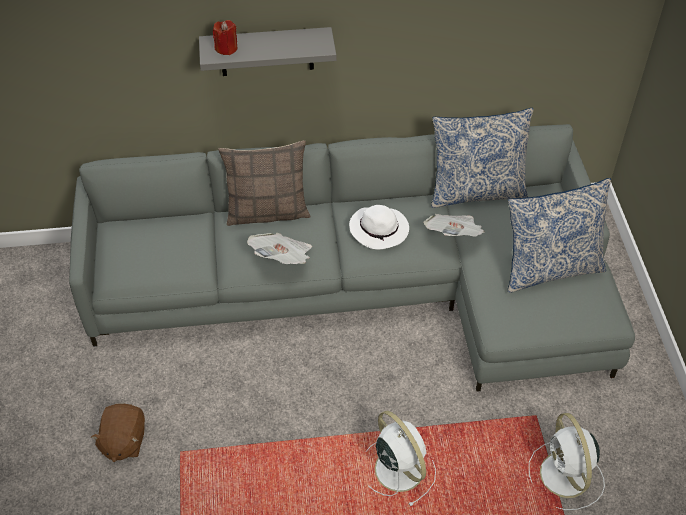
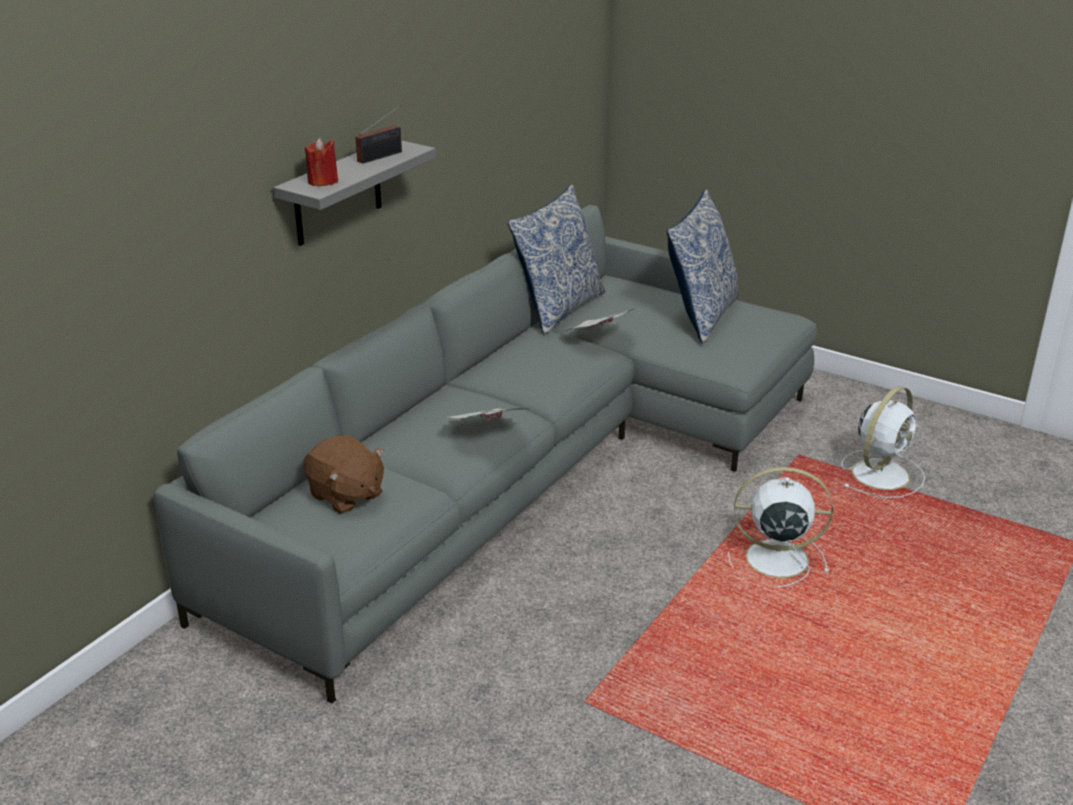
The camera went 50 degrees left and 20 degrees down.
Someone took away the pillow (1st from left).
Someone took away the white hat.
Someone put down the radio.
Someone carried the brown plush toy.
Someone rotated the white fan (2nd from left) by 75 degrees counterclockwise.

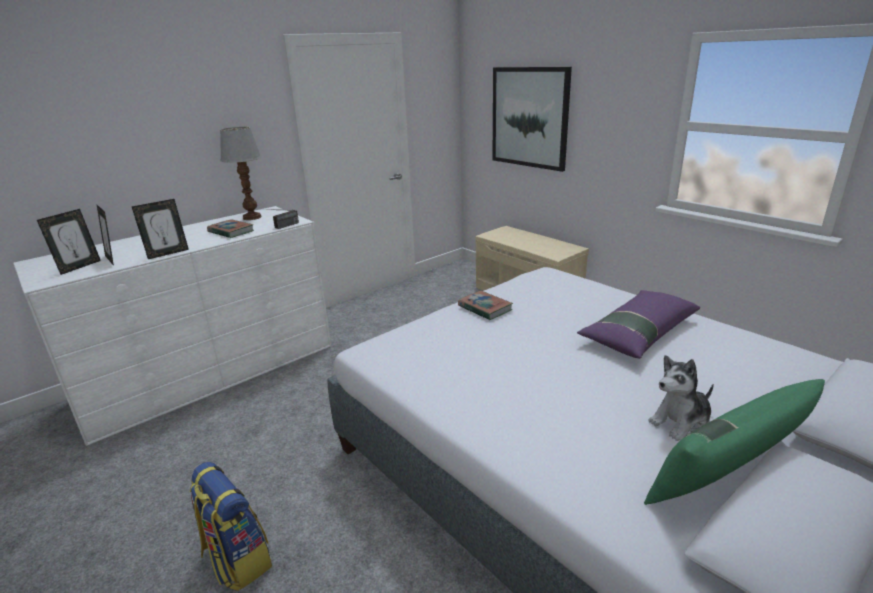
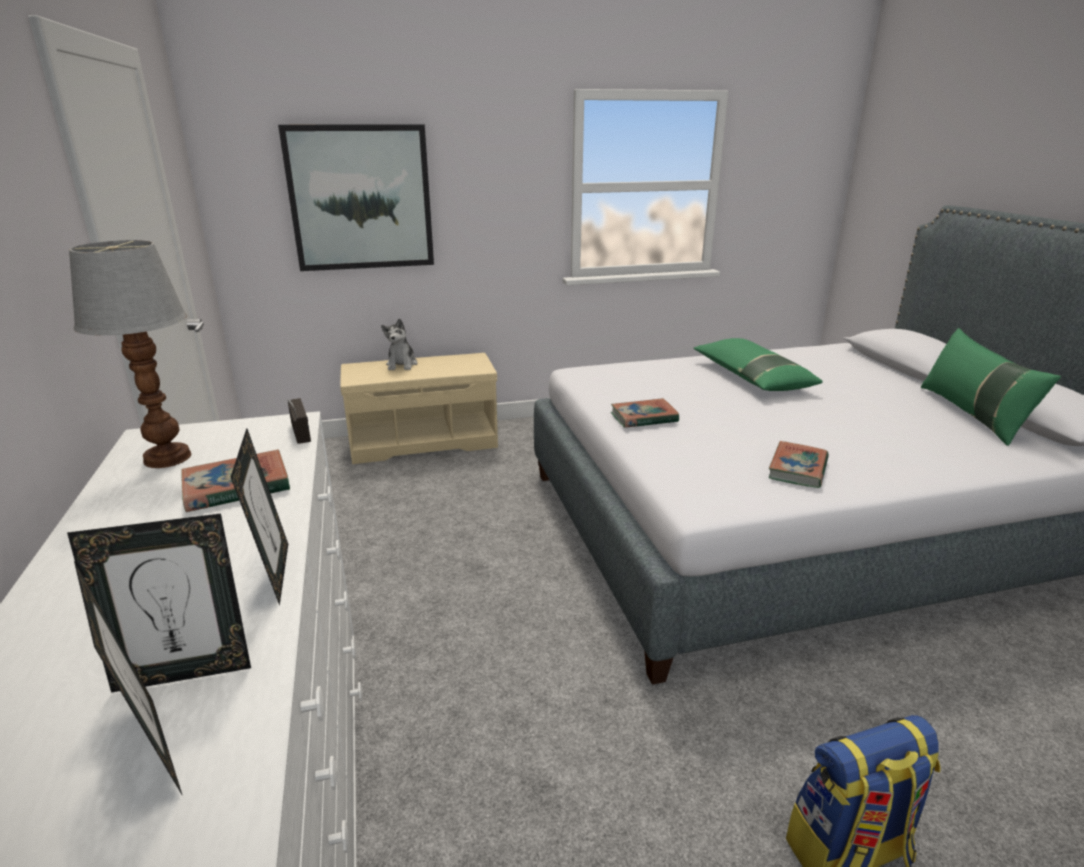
The camera went 65 degrees left and 0 degrees up.
Someone put down the book (3rd from left).
Someone carried the plush toy.
Someone repainted the purple pillow, which became the green pillow (1st from left).

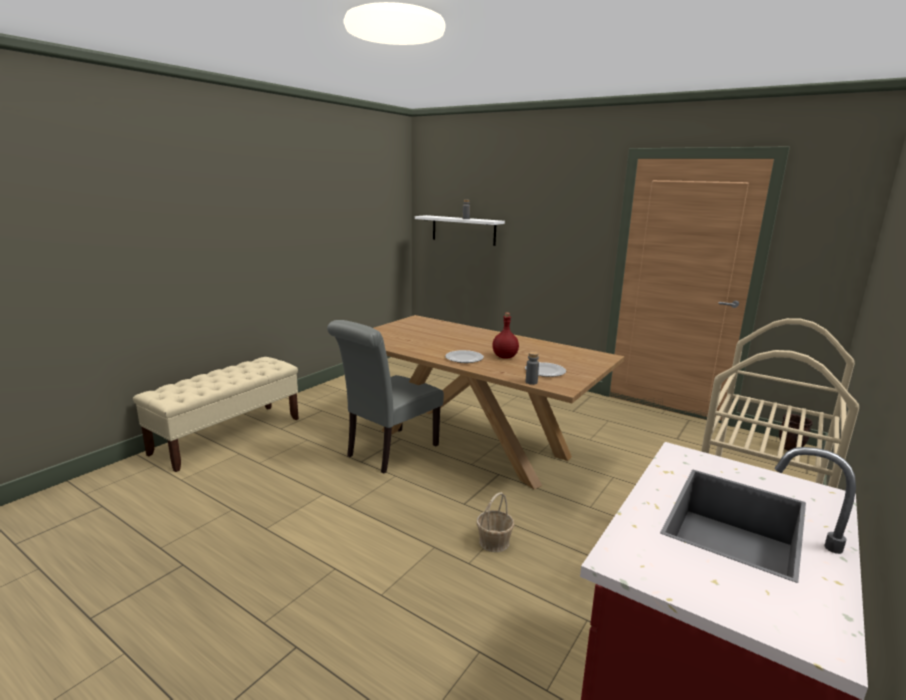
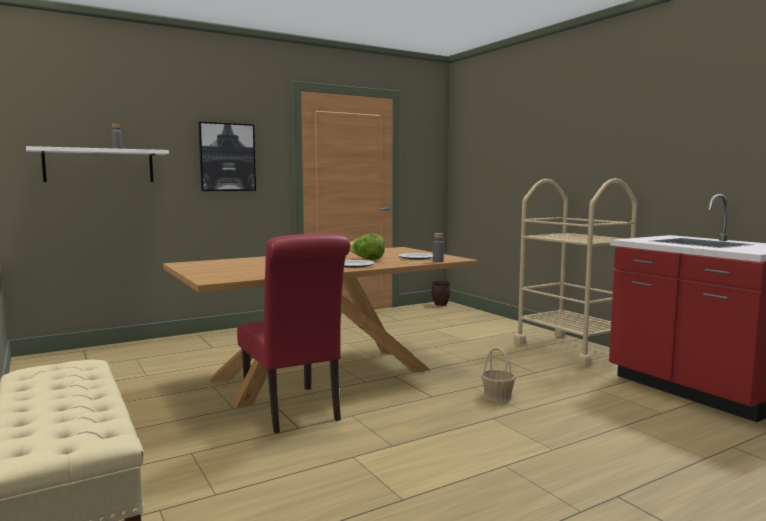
The camera went 65 degrees left and 10 degrees down.
Someone put up the picture.
Someone swapped the red bottle for the lettuce.
Someone repainted the grey chair, which became the red chair.

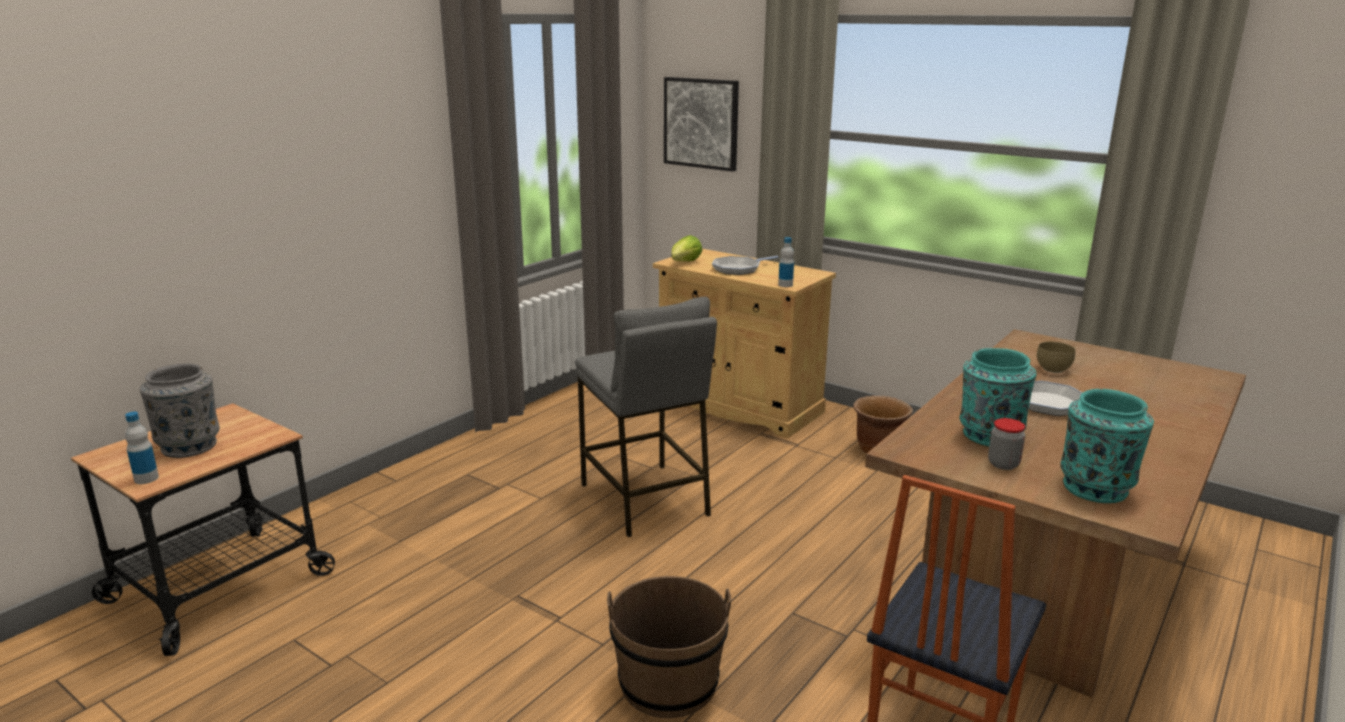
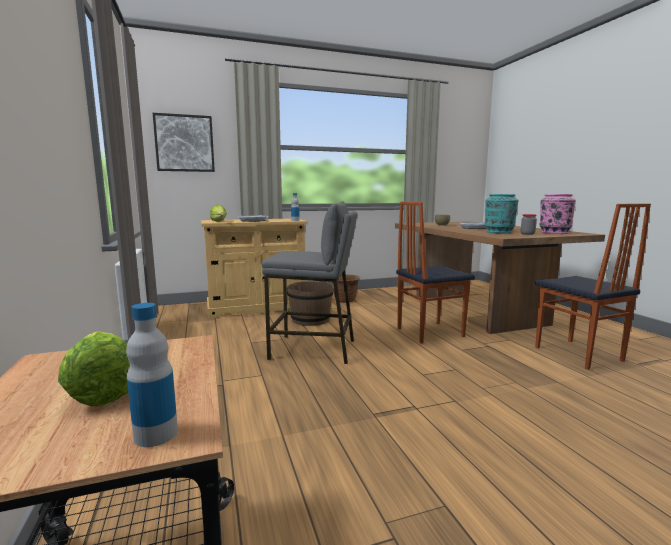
The camera went 55 degrees left and 10 degrees down.
Someone put down the chair (1st from left).
Someone carried the brown bucket.
Someone swapped the grey vase for the lettuce (1st from left).
Someone repainted the turquoise vase (2nd from left), which became the pink vase.

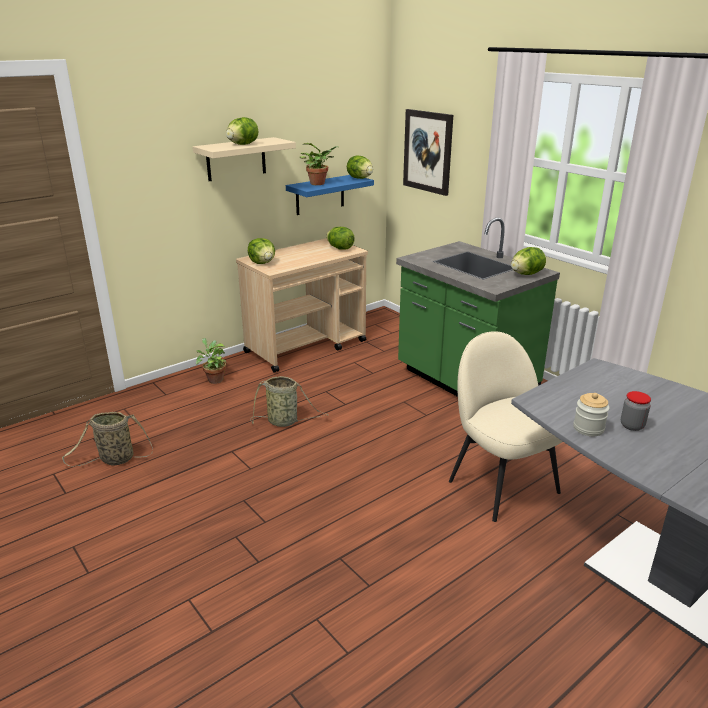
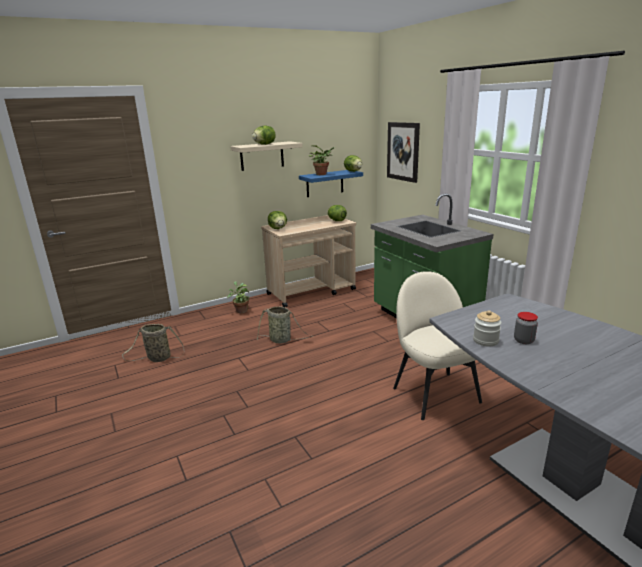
The camera went 10 degrees right and 5 degrees down.
Someone took away the lettuce (5th from left).

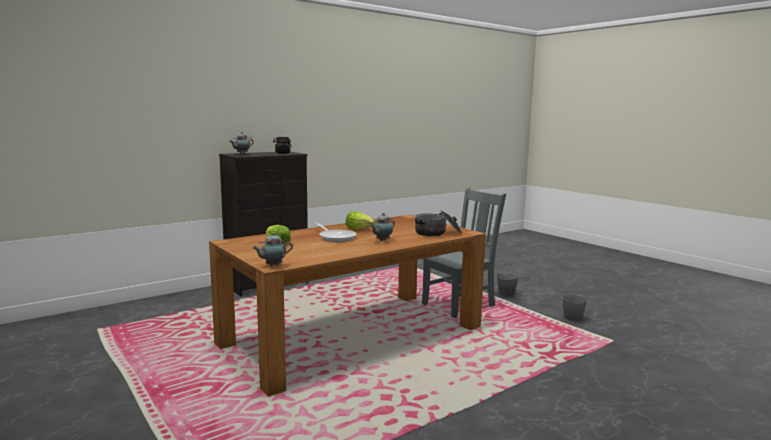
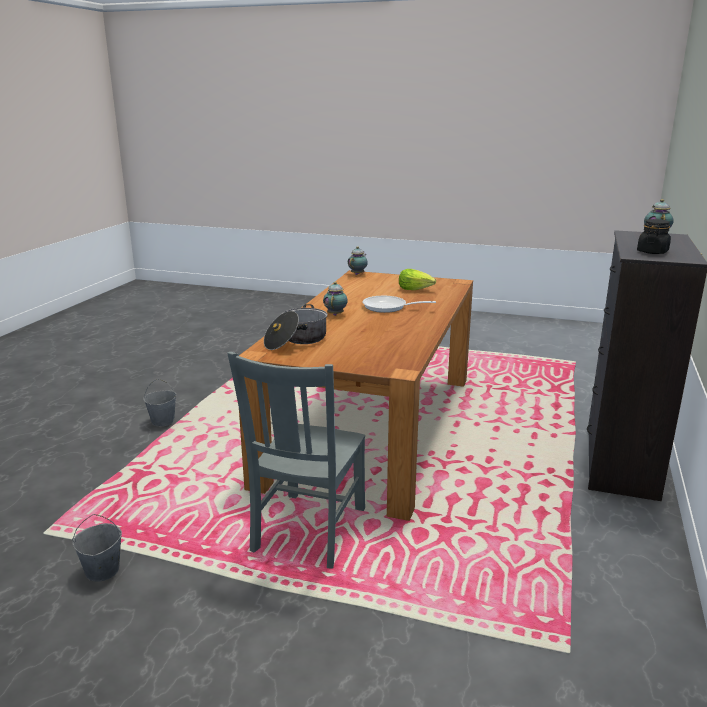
The camera went 145 degrees right and 10 degrees up.
Someone took away the lettuce (2nd from left).
Someone carried the grey bucket (1st from left in the first image).

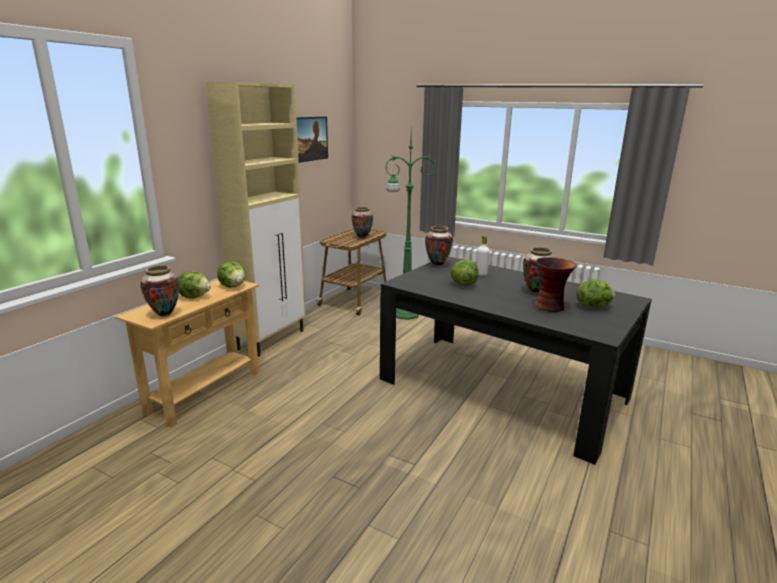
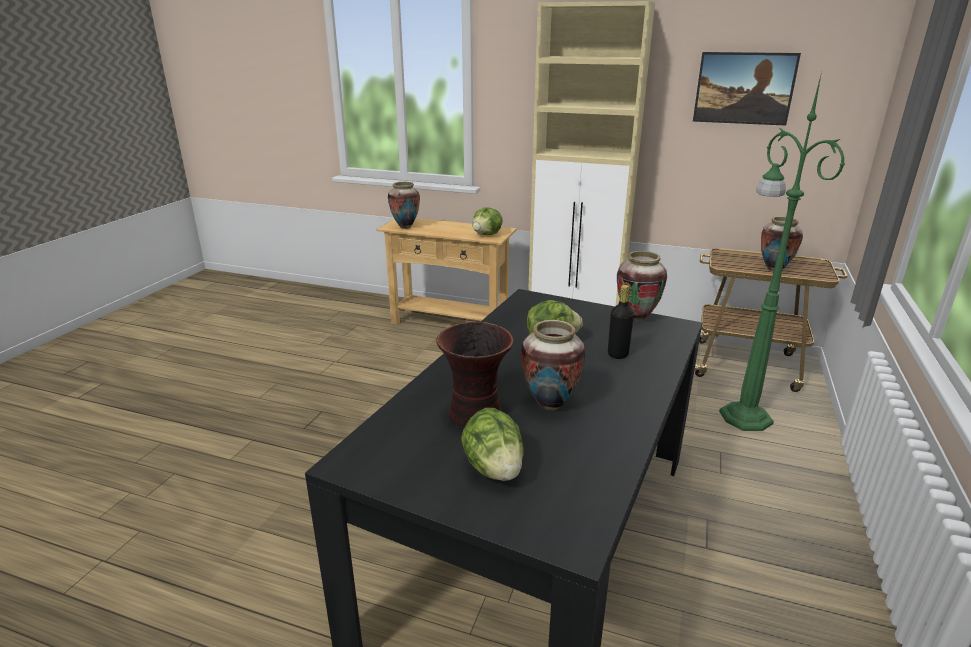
The camera went 80 degrees right and 5 degrees up.
Someone took away the lettuce (1st from left).
Someone repainted the white bottle, which became the black bottle.

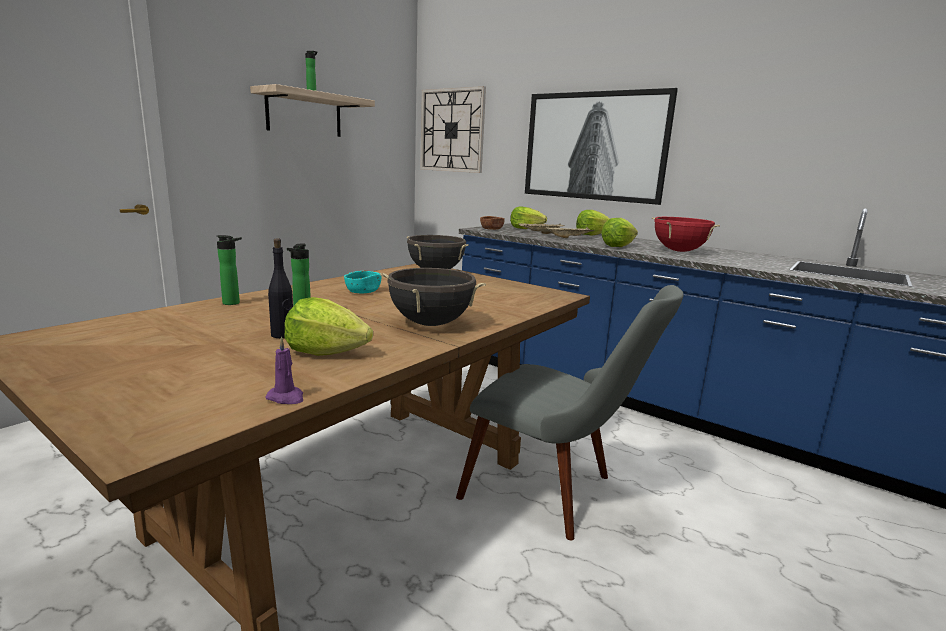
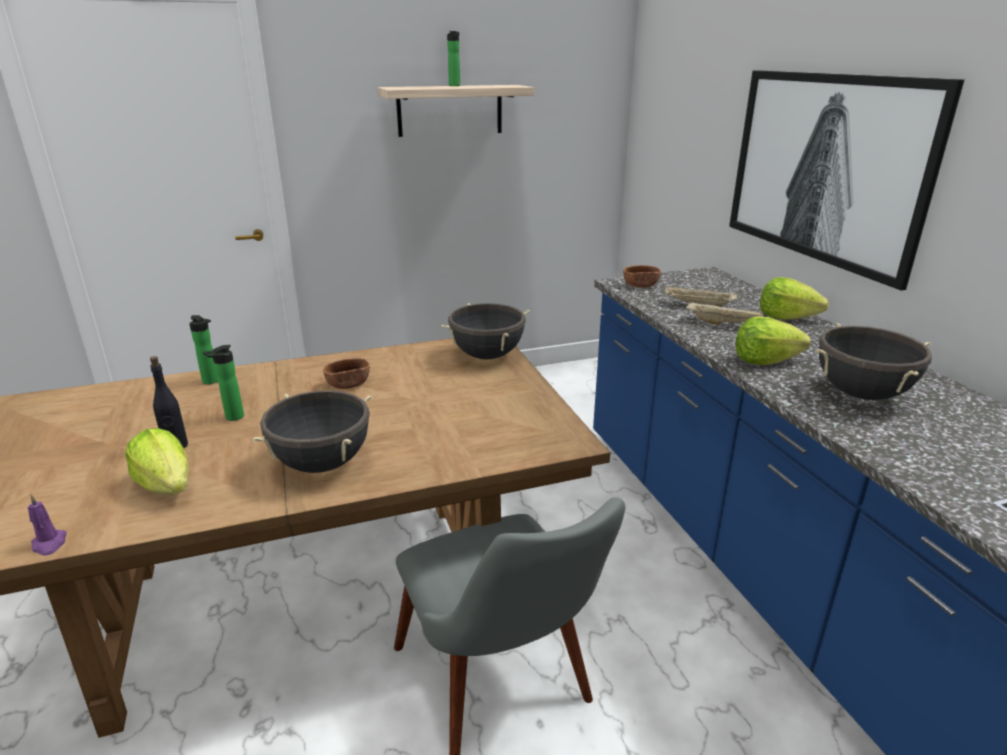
The camera went 35 degrees right and 10 degrees up.
Someone took away the wall clock.
Someone took away the lettuce (2nd from left).
Someone repainted the turquoise bowl, which became the brown bowl (1st from left).
Someone repainted the red cooking pot, which became the black cooking pot (3rd from left).

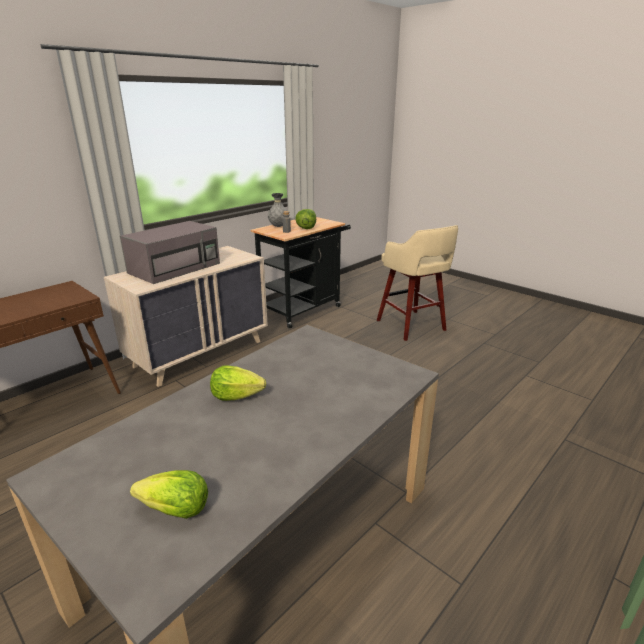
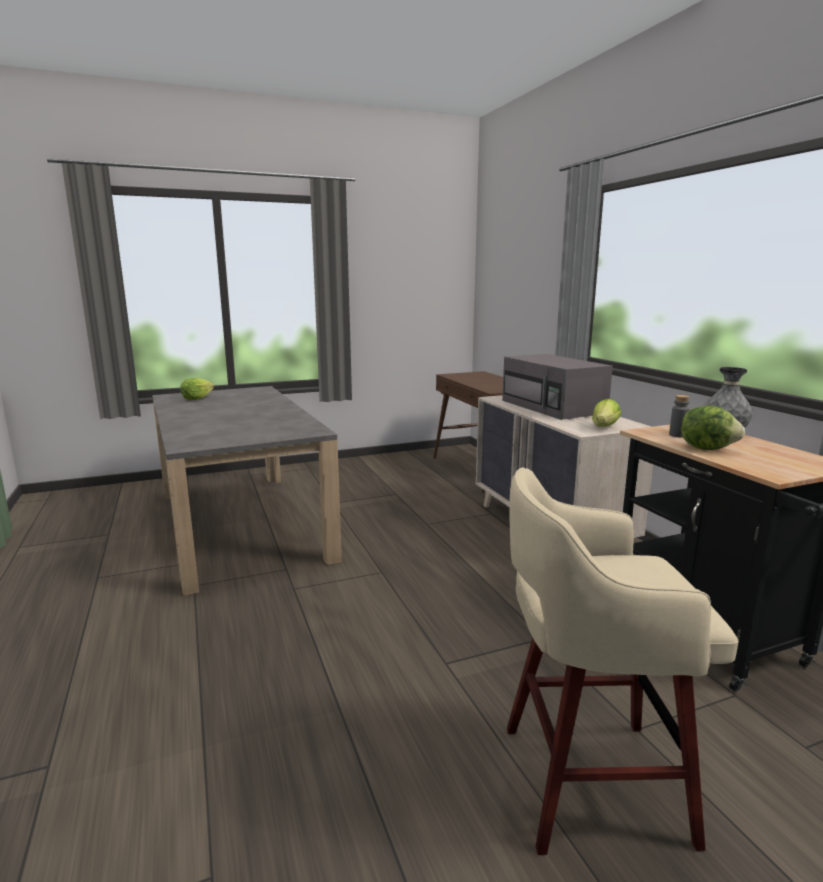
The camera went 115 degrees right and 10 degrees down.
Someone carried the lettuce (2nd from left).

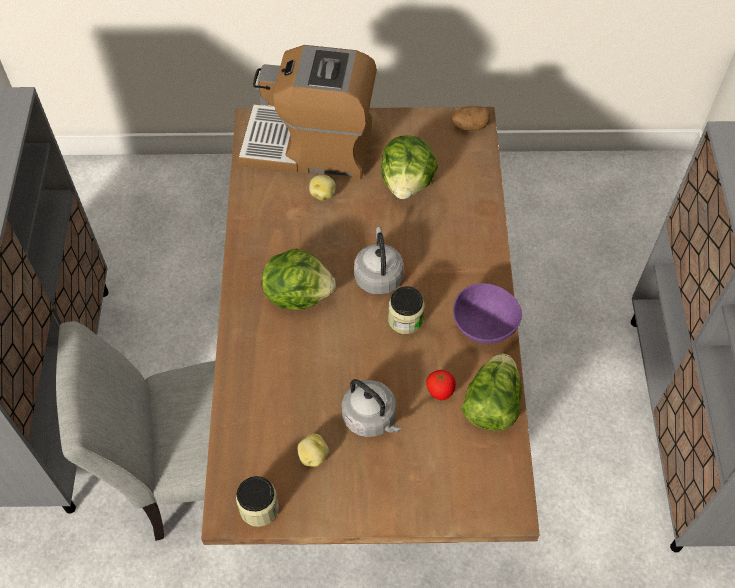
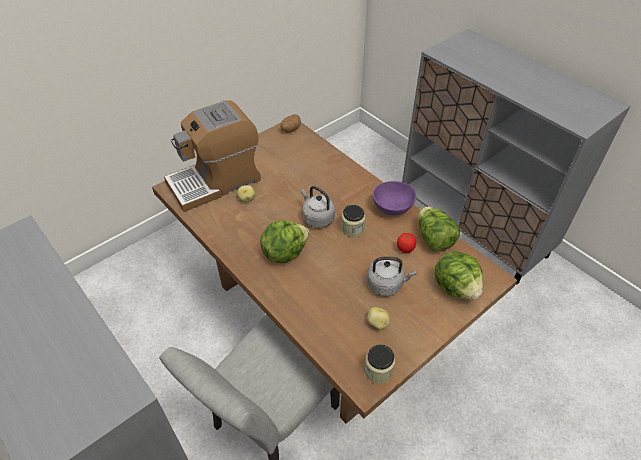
The camera went 40 degrees left and 10 degrees down.
Someone carried the lettuce (2nd from left in the first image).

